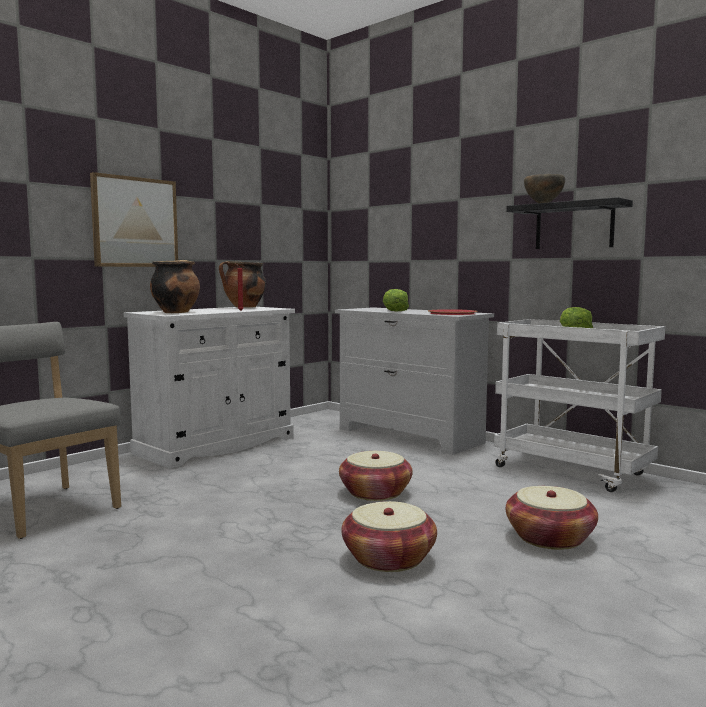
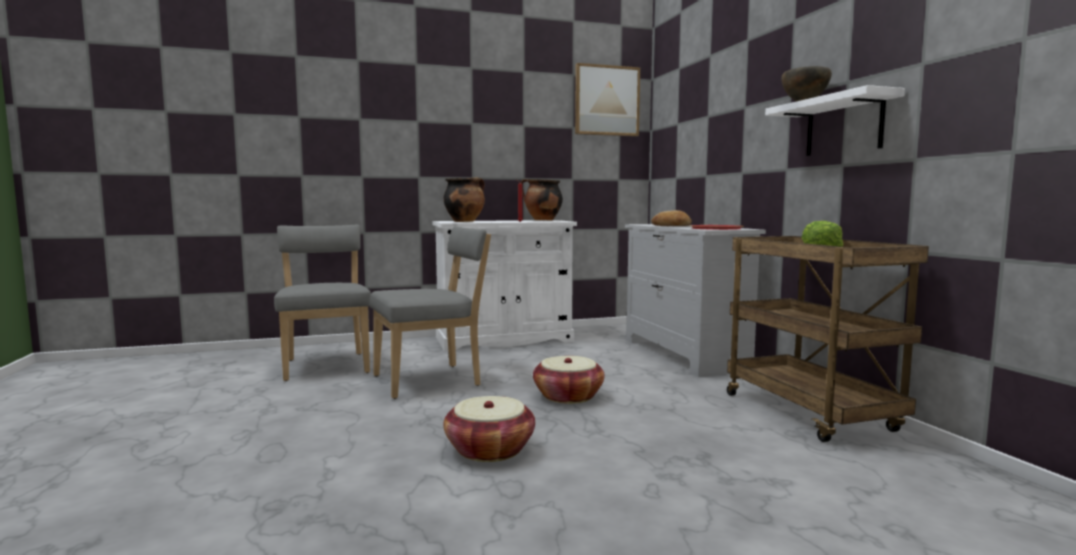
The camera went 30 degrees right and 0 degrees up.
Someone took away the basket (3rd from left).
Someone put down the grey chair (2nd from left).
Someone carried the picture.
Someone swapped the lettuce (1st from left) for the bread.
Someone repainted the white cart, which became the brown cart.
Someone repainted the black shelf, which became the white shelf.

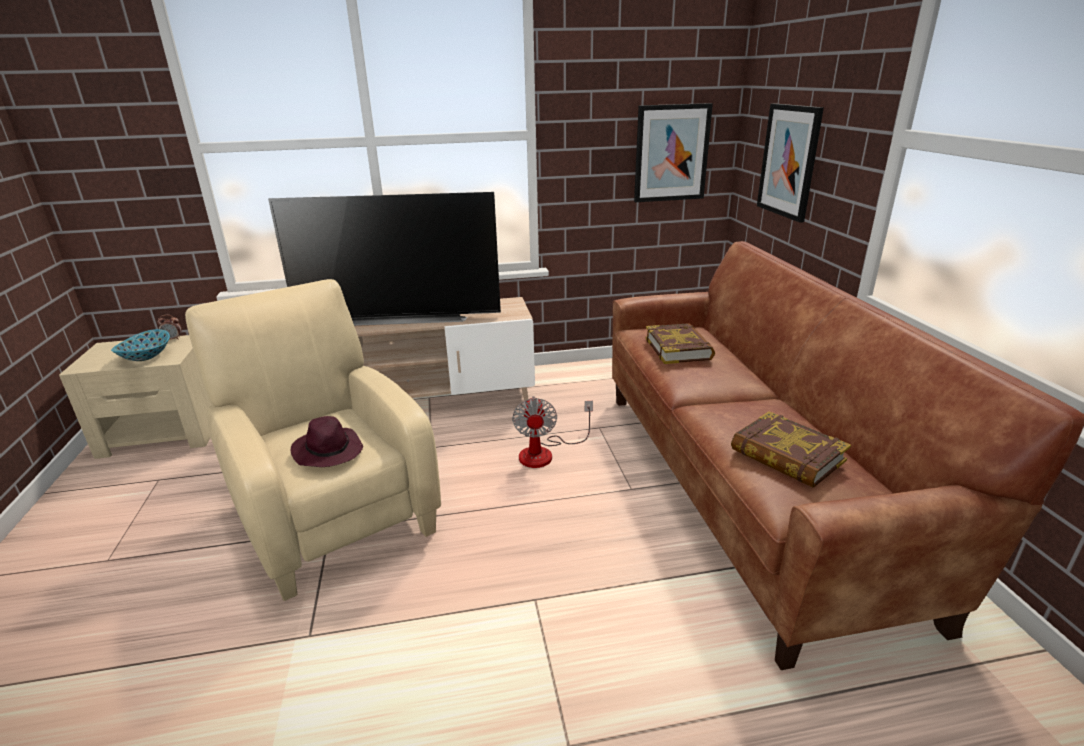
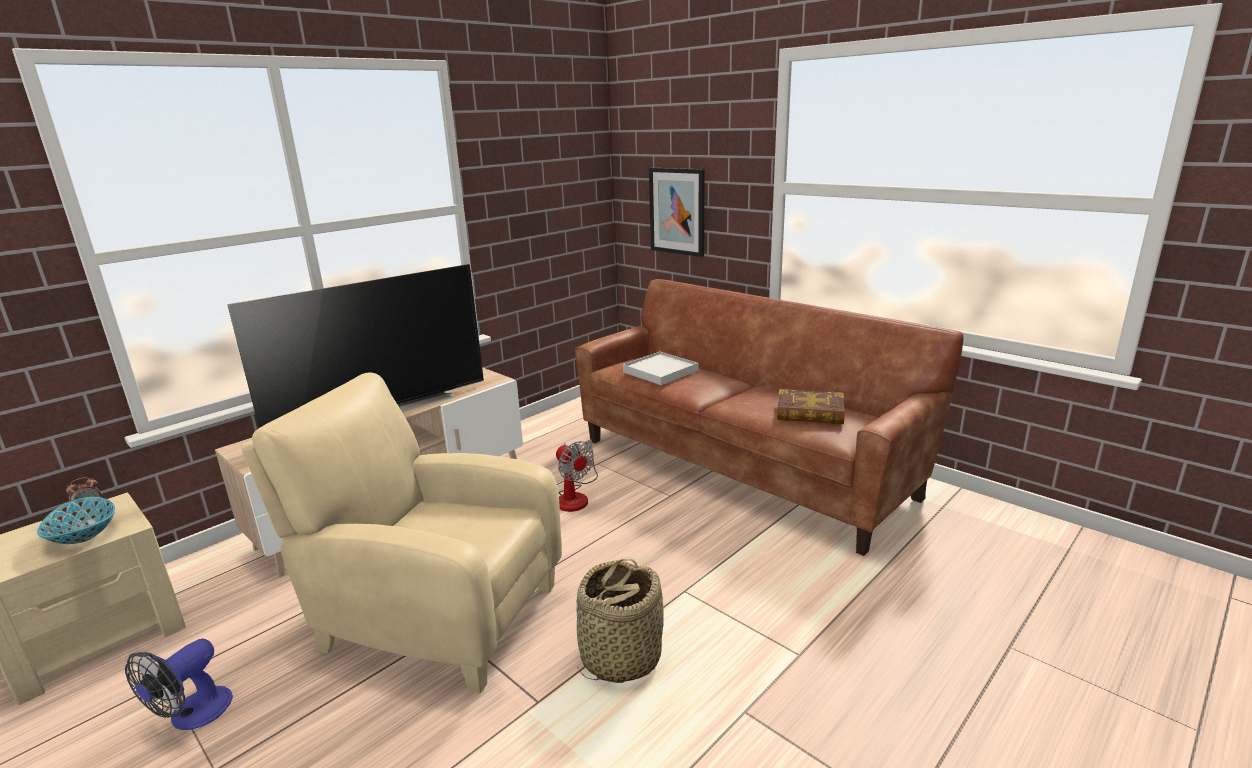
The camera went 35 degrees left and 5 degrees down.
Someone took away the purple hat.
Someone took away the picture (1st from left).
Someone put down the fan (1st from left).
Someone put down the basket.
Someone swapped the book (1st from left) for the white tray.

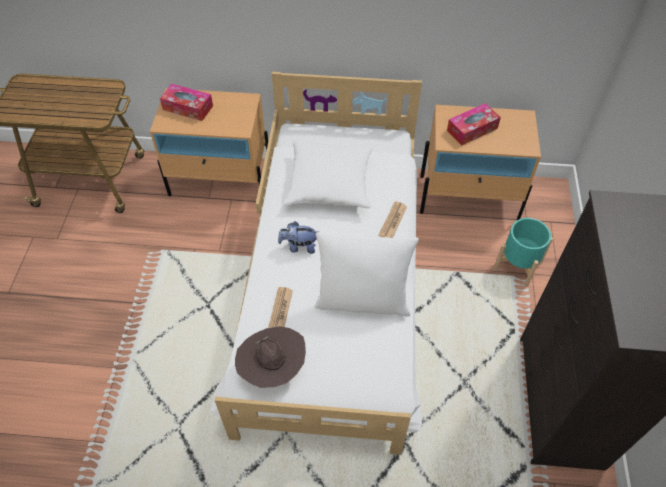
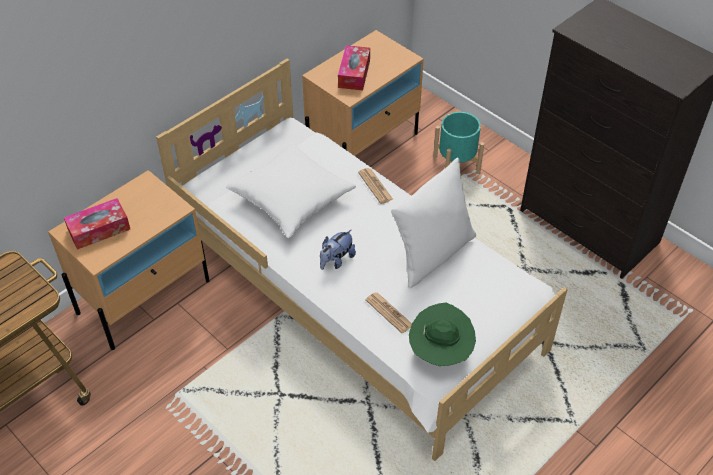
The camera went 50 degrees left and 5 degrees down.
Someone repainted the brown hat, which became the green hat.

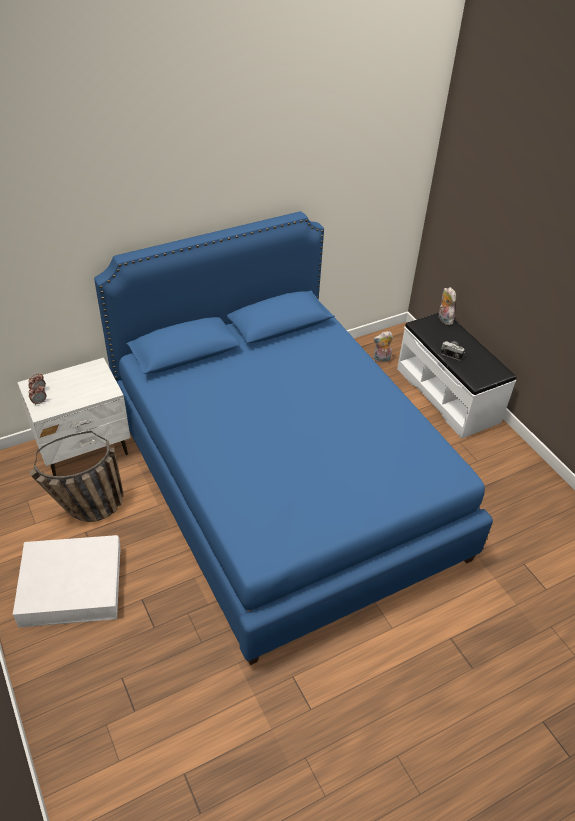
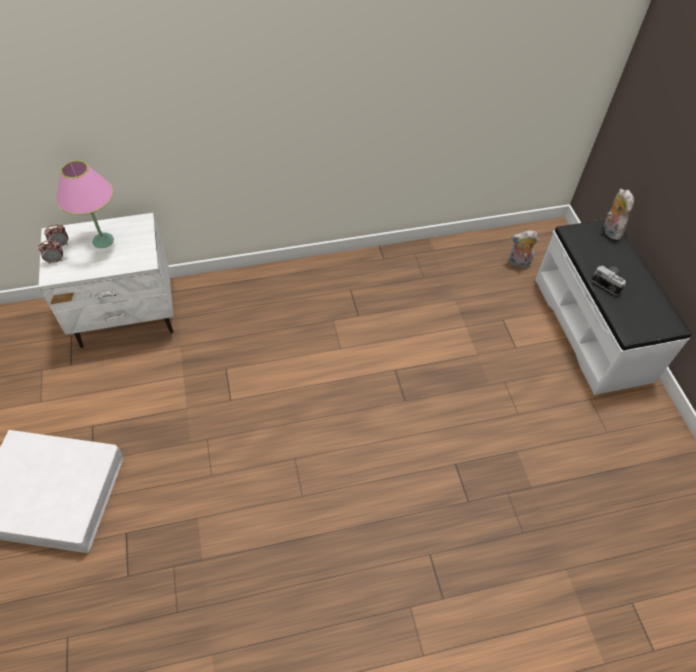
The camera went 15 degrees right and 10 degrees up.
Someone took away the basket.
Someone took away the blue bed.
Someone put down the pink table lamp.

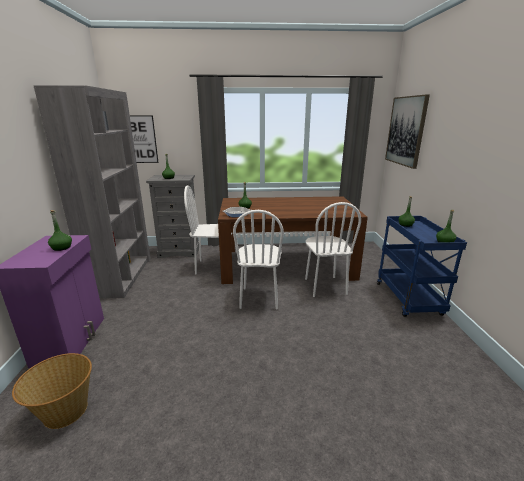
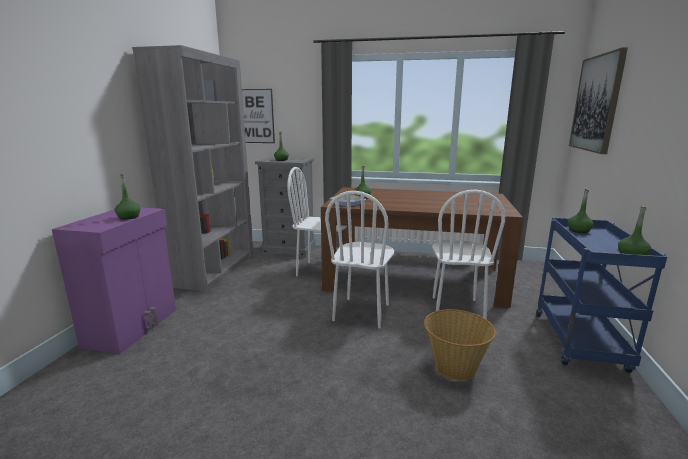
The camera went 15 degrees right and 5 degrees down.
Someone carried the basket.

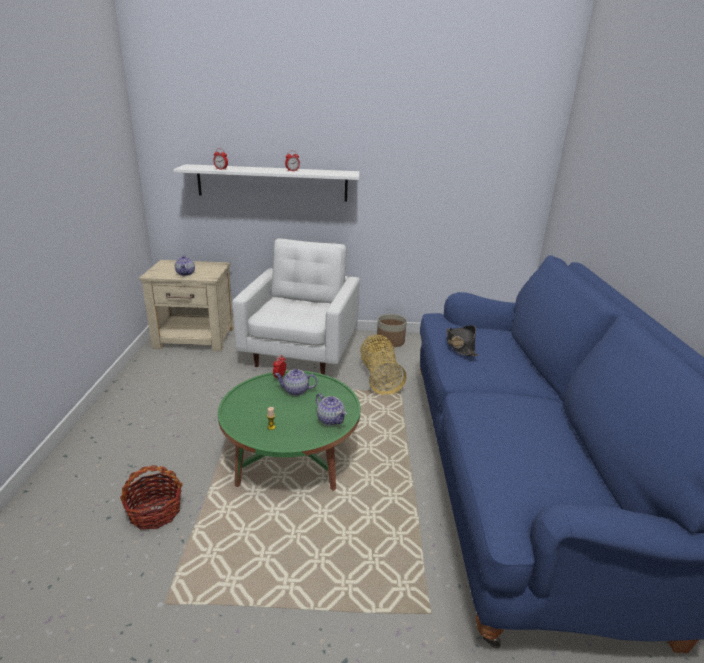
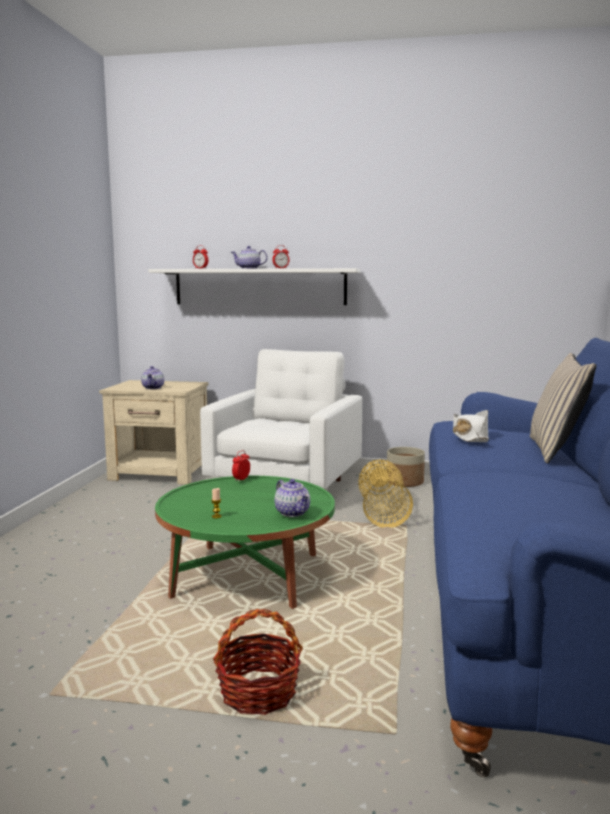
The camera went 10 degrees right and 15 degrees down.
Someone put down the beige pillow.
Someone carried the basket (1st from left).
Someone carried the teapot (2nd from left).
Someone repainted the black hat, which became the white hat.

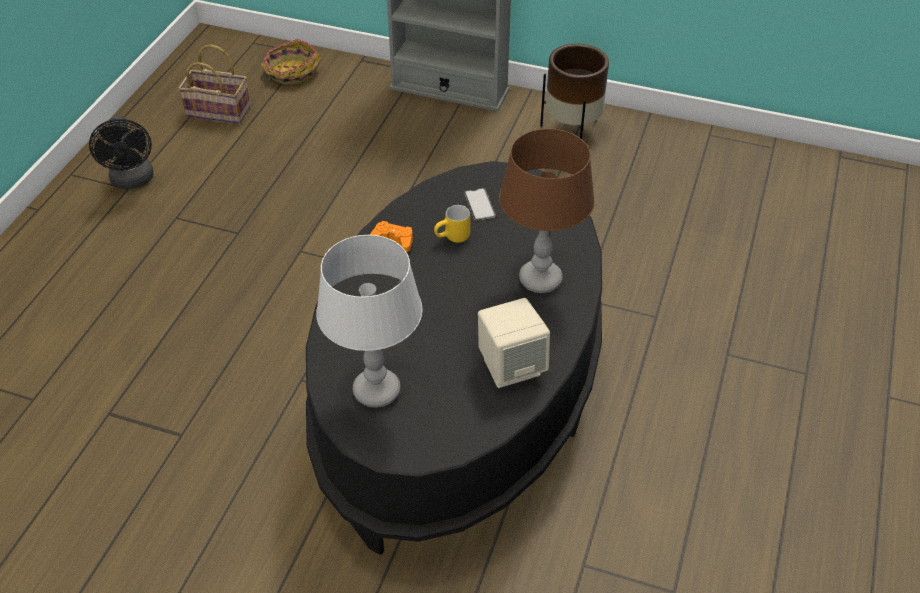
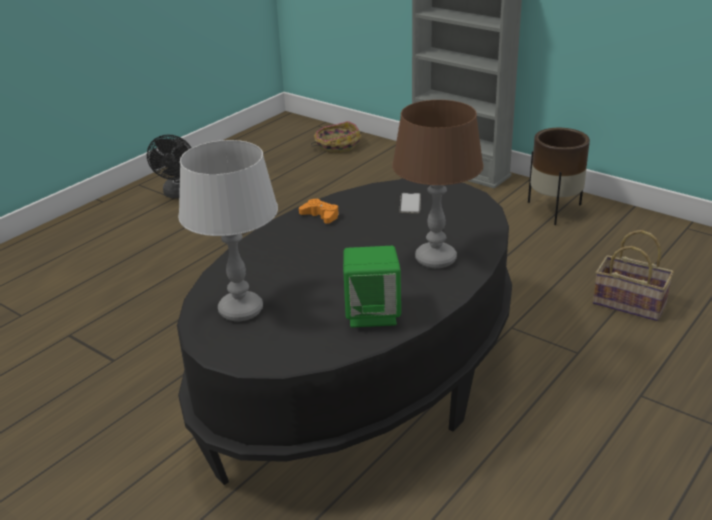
The camera went 20 degrees right and 15 degrees down.
Someone took away the yellow mug.
Someone carried the basket (1st from left in the first image).
Someone repainted the beige speaker, which became the green speaker.

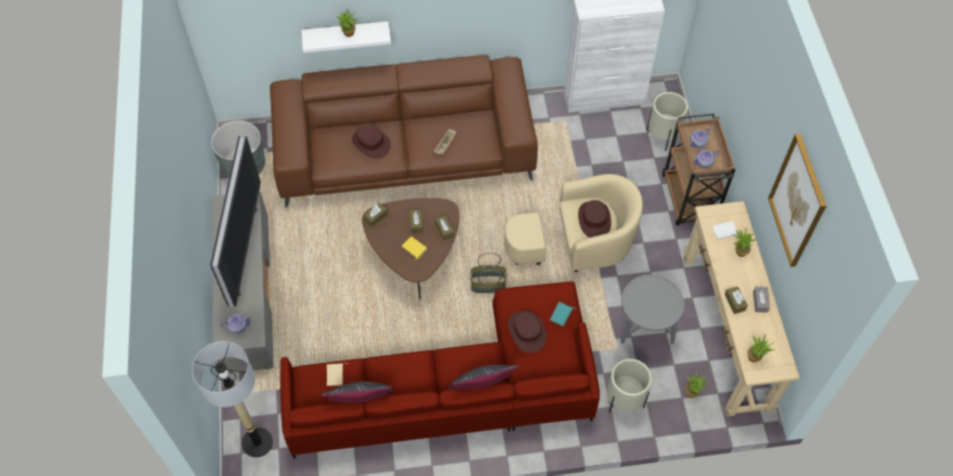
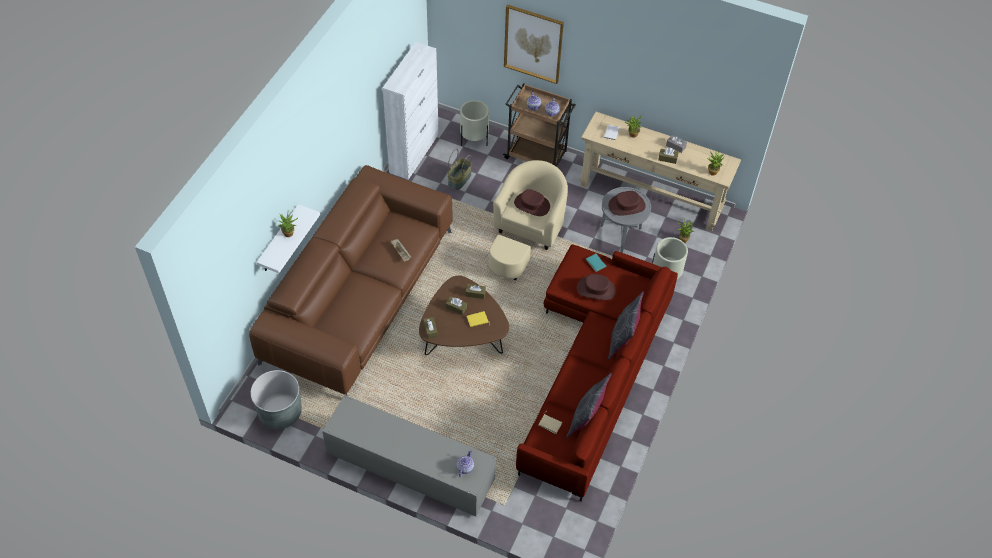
The camera went 60 degrees left and 5 degrees down.
Someone took away the floor lamp.
Someone took away the television.
Someone carried the brown hat (1st from left in the first image).
Someone carried the basket.
Someone carried the picture.

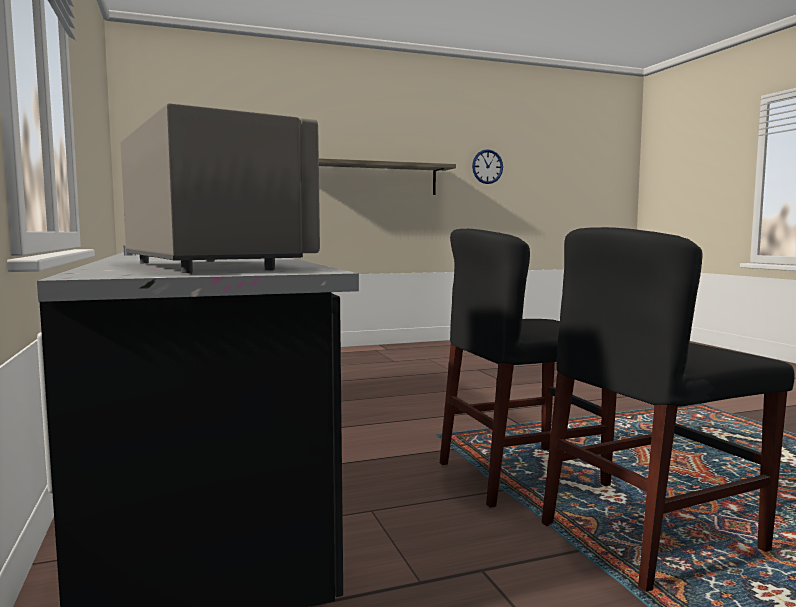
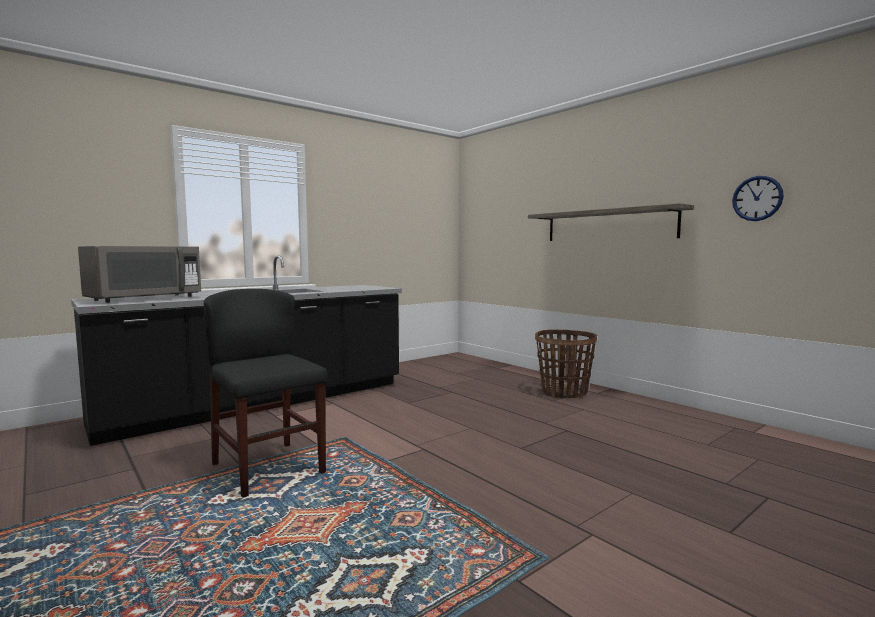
The camera went 70 degrees right and 0 degrees up.
Someone took away the black chair (2nd from left).
Someone put down the basket.

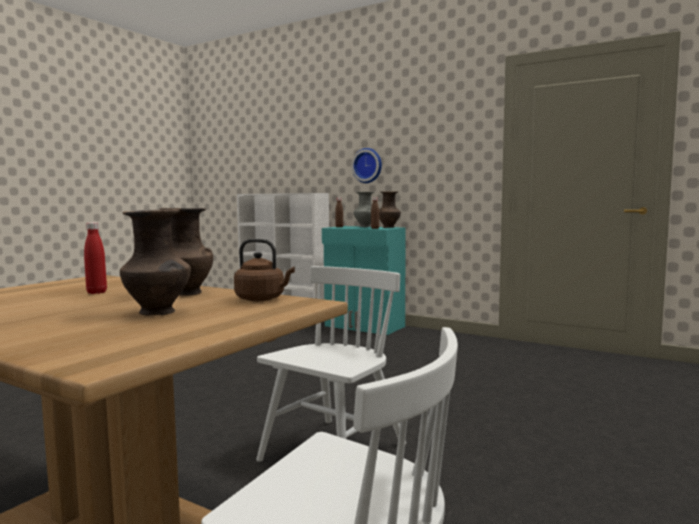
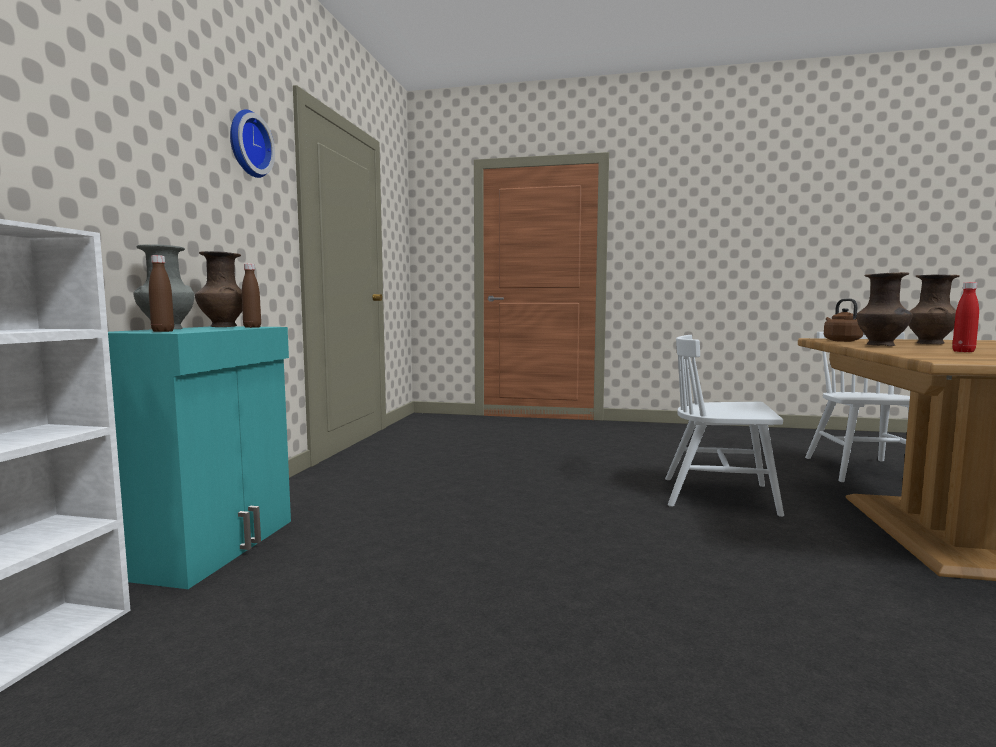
The camera went 110 degrees left and 0 degrees up.
Someone carried the wall clock.

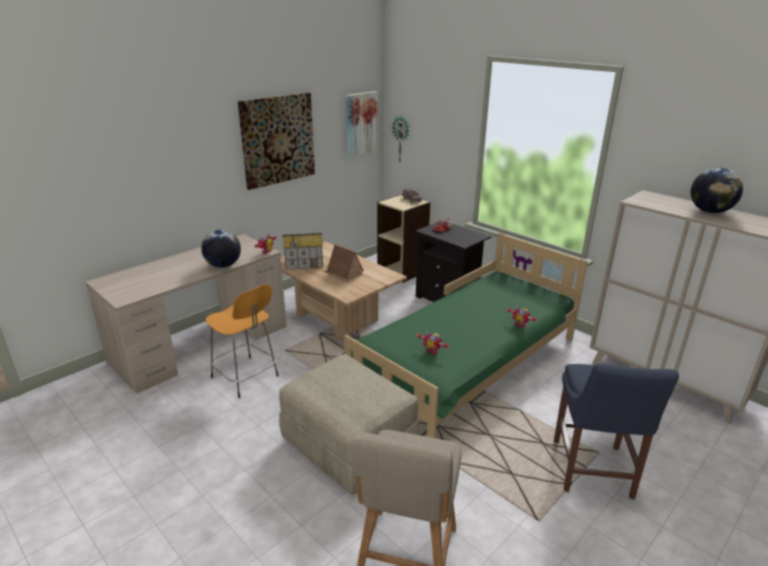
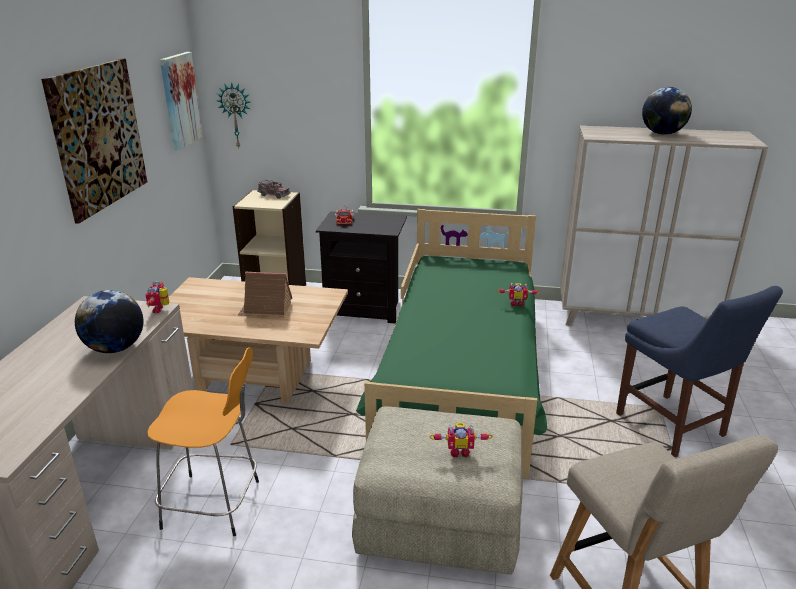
The camera went 35 degrees left and 0 degrees up.
Someone took away the toy house (1st from left).
Someone carried the toy robot (2nd from left).

